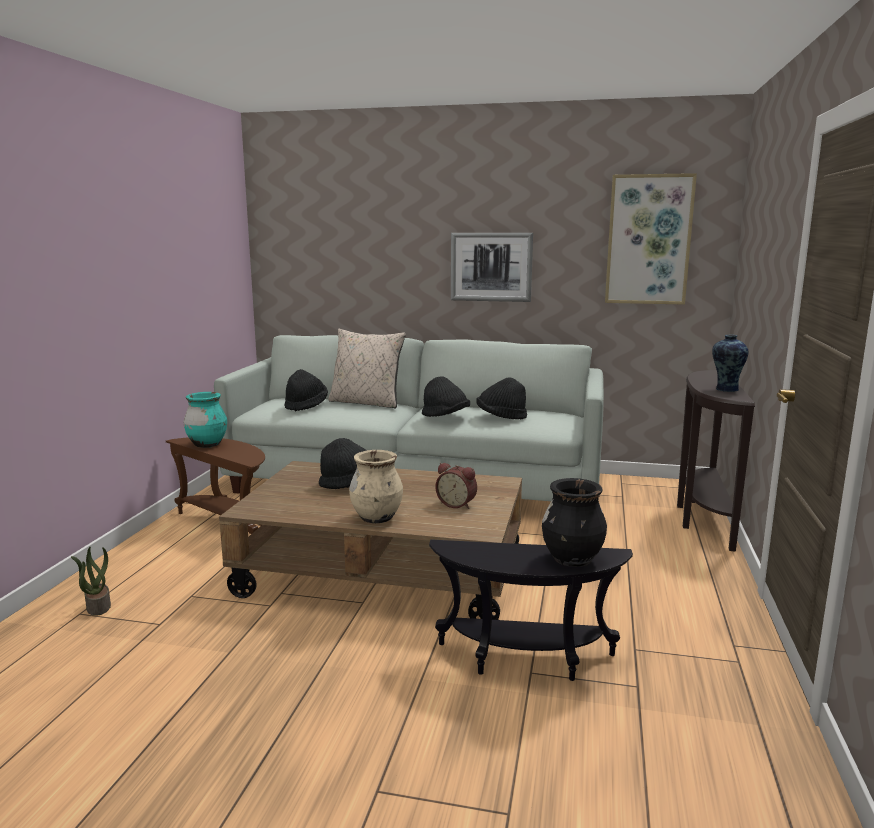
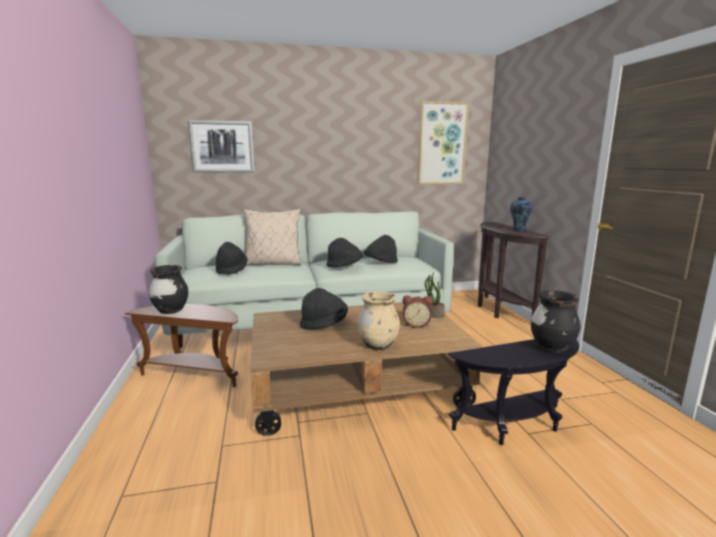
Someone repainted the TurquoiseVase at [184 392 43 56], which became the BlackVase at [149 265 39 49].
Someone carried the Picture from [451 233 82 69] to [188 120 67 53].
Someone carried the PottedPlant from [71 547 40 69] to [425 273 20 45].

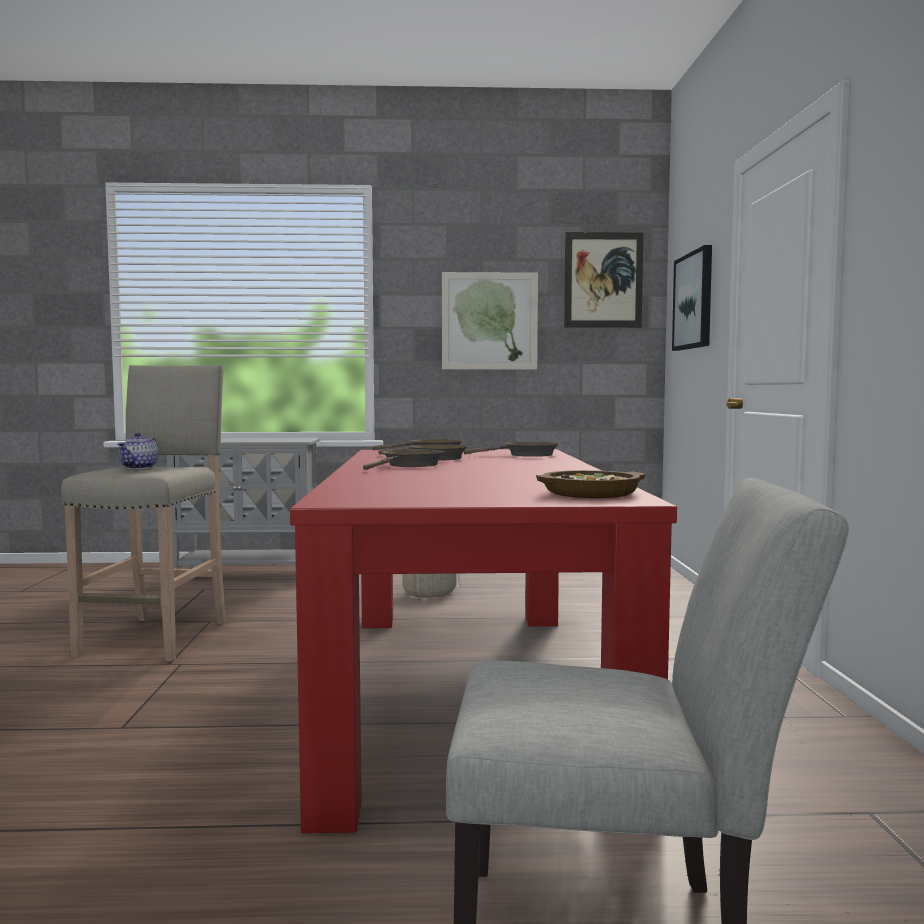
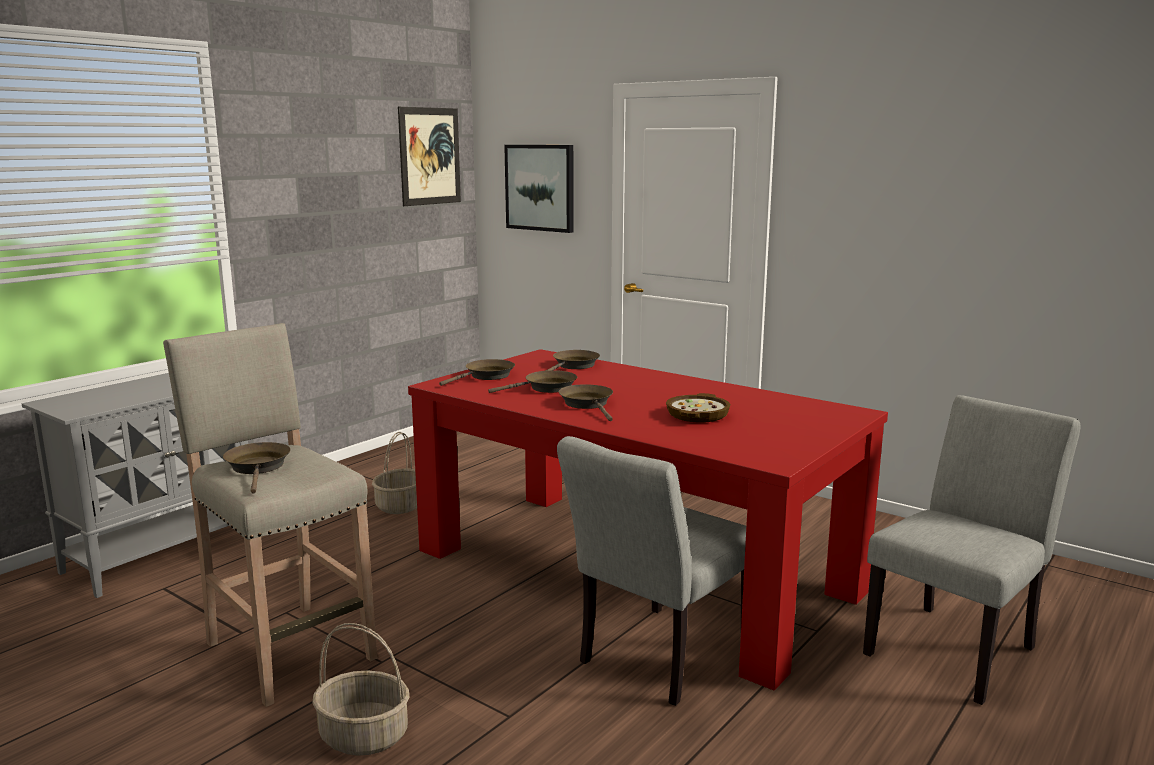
Someone swapped the Teapot at [117 432 41 37] for the BrownFryingPan at [223 442 68 52].
Someone put down the Basket at [312 623 97 133].
Someone put down the GreyChair at [557 436 189 270].
Someone carried the Bowl from [536 470 109 28] to [666 393 64 30].
Someone took away the Picture at [442 272 96 98].

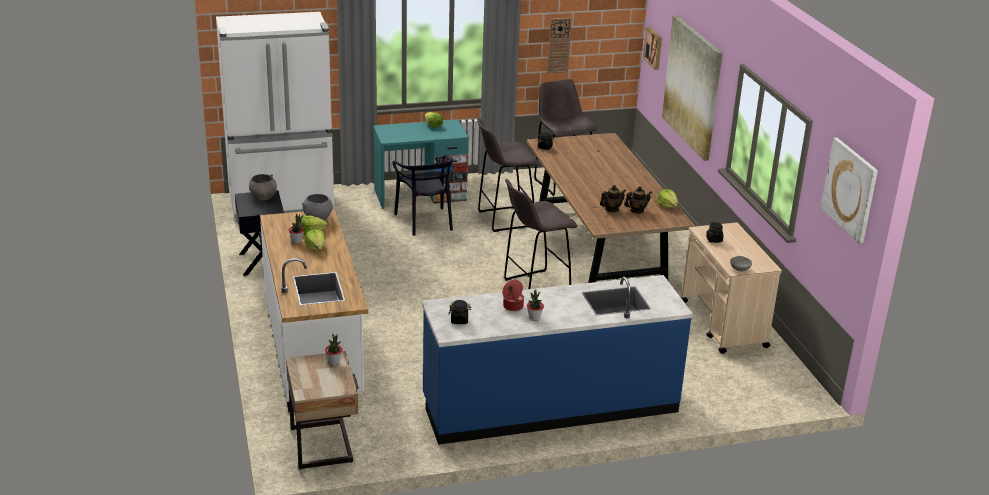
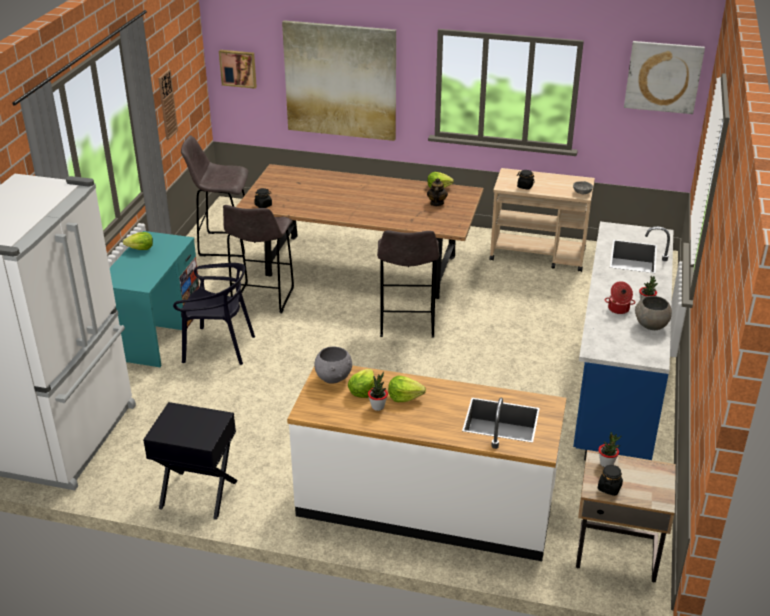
Someone carried the BlackJar from [449 300 22 24] to [598 464 25 32].
Someone carried the GreyBowl from [249 174 28 27] to [635 295 37 35].
Someone took away the Teapot at [600 185 26 27].

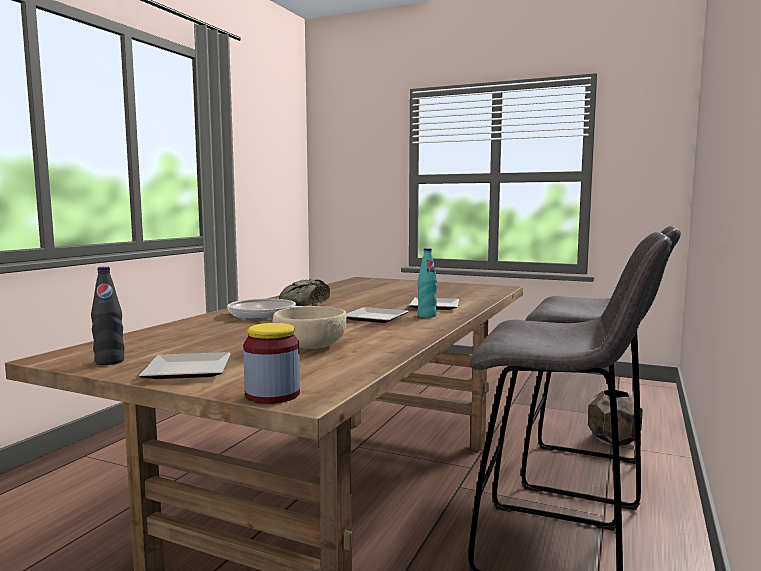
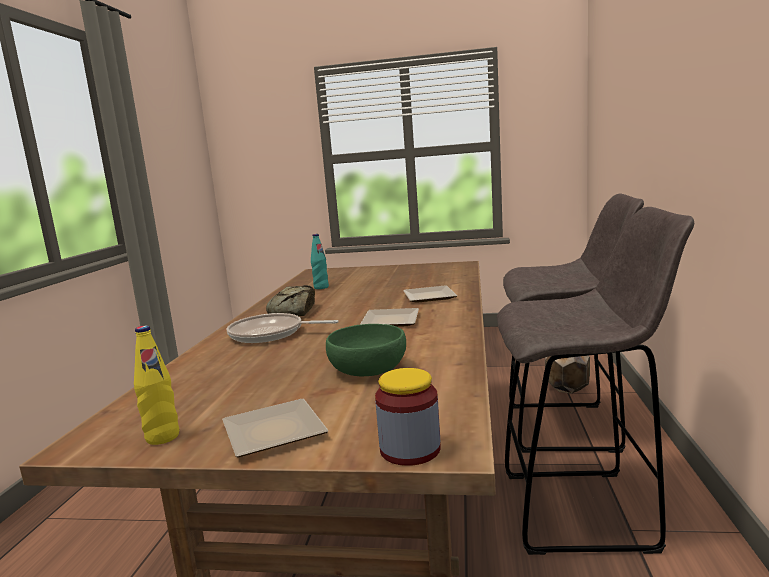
Someone repainted the BlackBottle at [91 266 34 99], which became the YellowBottle at [134 326 45 119].
Someone carried the TurquoiseBottle from [418 248 19 70] to [311 234 18 55].
Someone repainted the BeigeBowl at [273 306 74 43], which became the GreenBowl at [326 324 80 52].

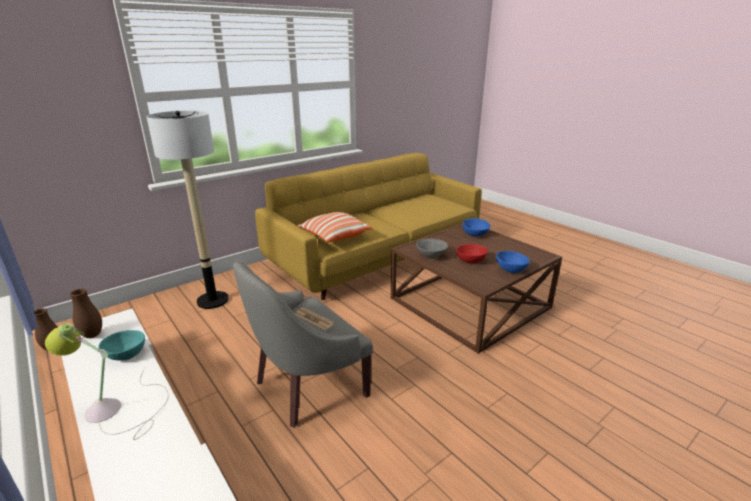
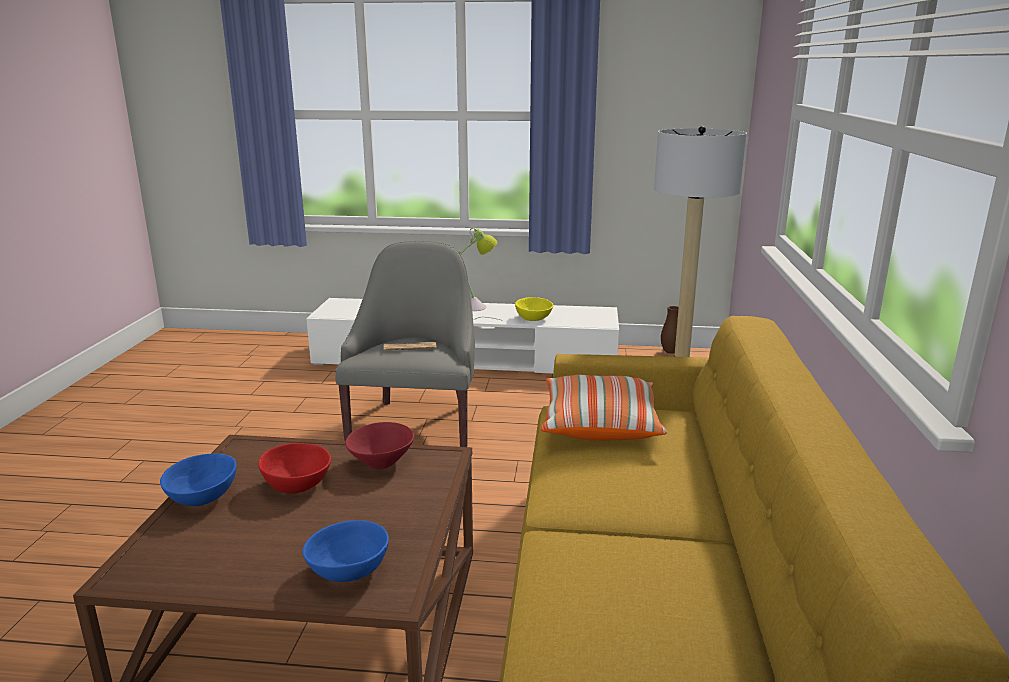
Someone repainted the GreyBowl at [416 238 32 21], which became the RedBowl at [345 422 69 47].
Someone repainted the TurquoiseBowl at [98 330 47 30], which became the YellowBowl at [515 297 38 24].
Someone took away the BrownVase at [70 289 32 49].

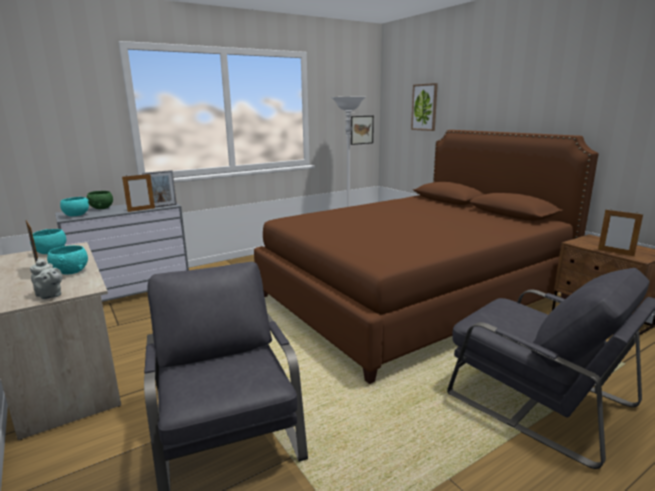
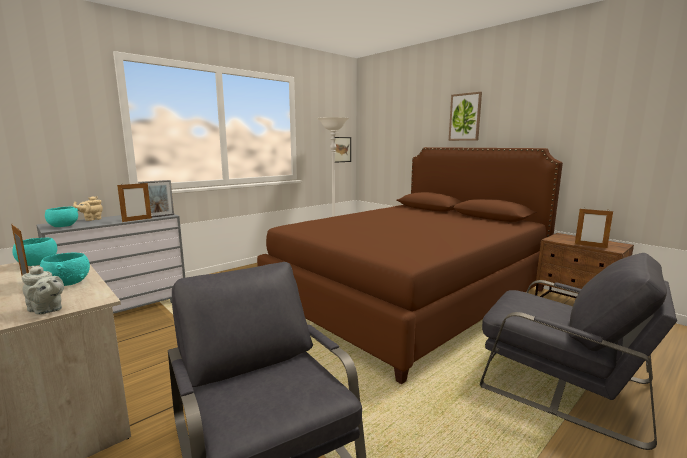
Someone swapped the GreenBowl at [87 191 26 18] for the BeigeTeapot at [73 196 30 25].
Someone carried the Picture from [411 83 27 48] to [449 92 33 49].

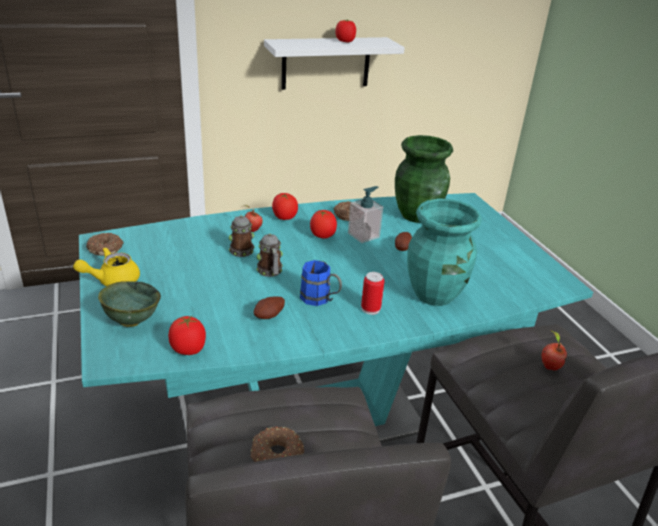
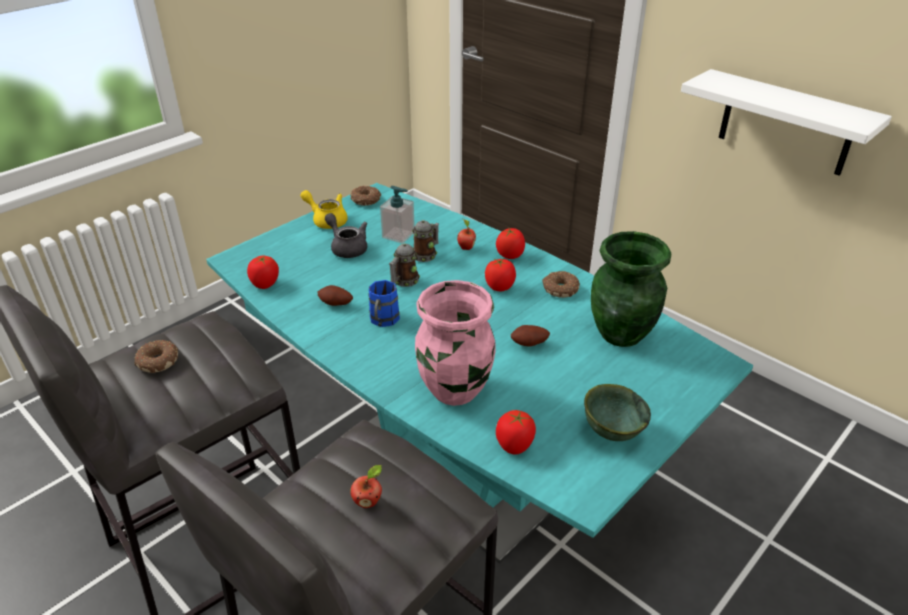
Someone put down the GreyTeapot at [325 213 42 45].
Someone carried the SoapDispenser from [348 186 35 57] to [380 186 35 58].
Someone repainted the TurquoiseVase at [407 198 75 108], which became the PinkVase at [415 280 81 126].
Someone carried the Tomato from [335 20 21 22] to [496 410 40 44].
Someone carried the GreenBowl from [98 281 63 46] to [584 384 67 57].
Someone took away the Can at [361 272 23 43].

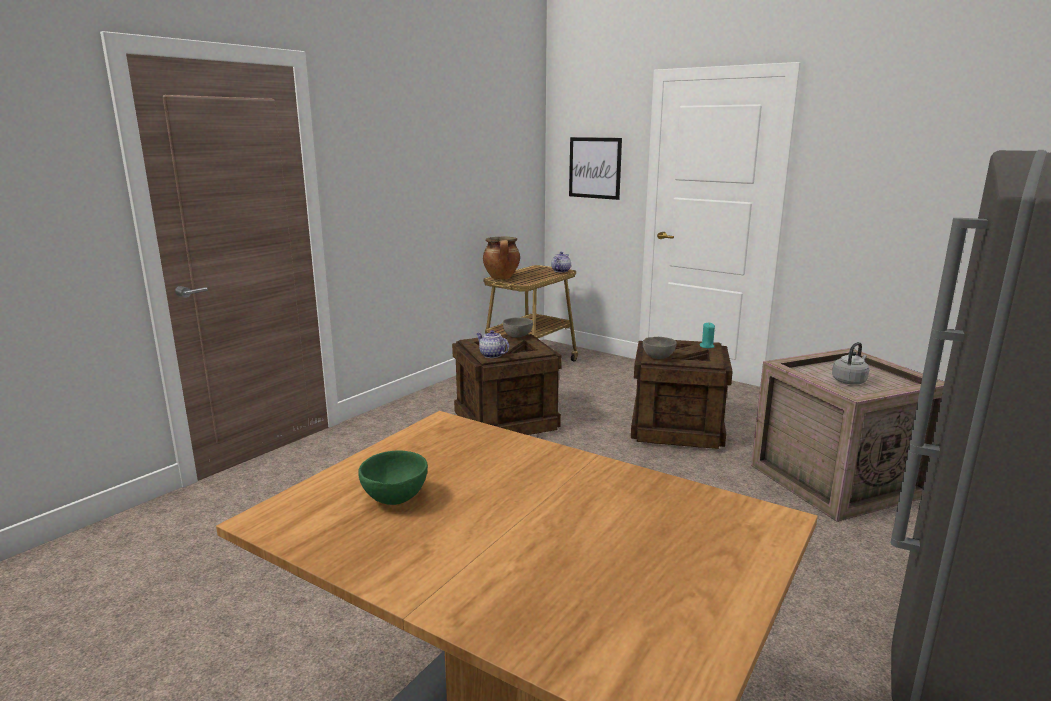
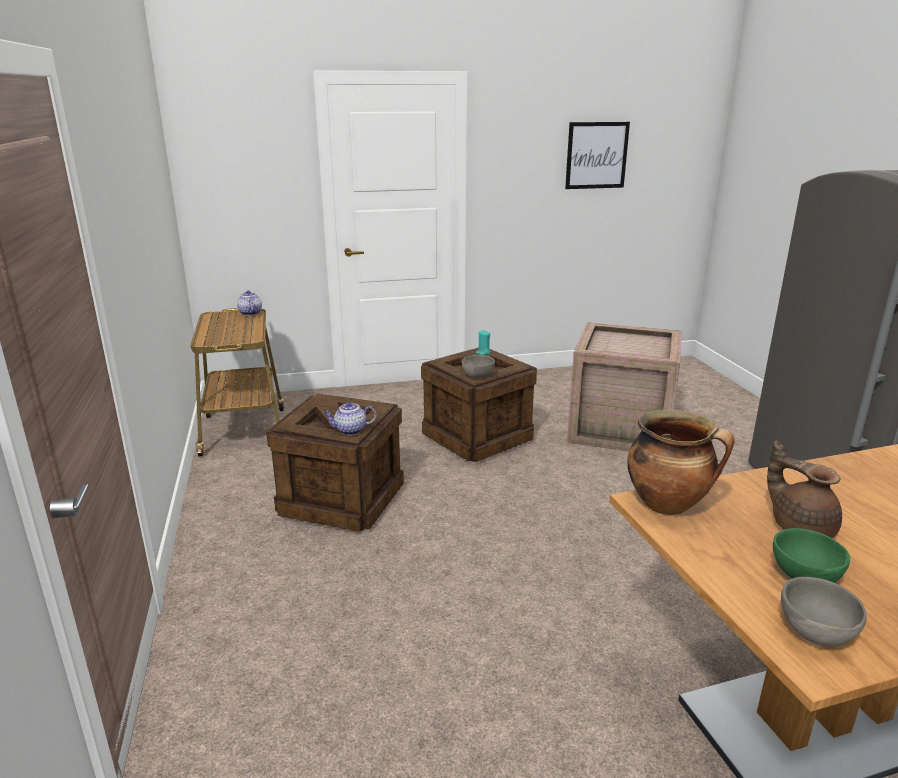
Someone carried the Picture from [569 137 53 63] to [565 122 65 67].
Someone carried the CookingPot from [483 237 37 43] to [627 409 107 106].
Someone put down the BrownTeapot at [767 440 75 98].
Someone carried the GreyBowl from [503 317 30 21] to [781 577 86 69].
Someone took away the GreyKettle at [832 342 38 42].

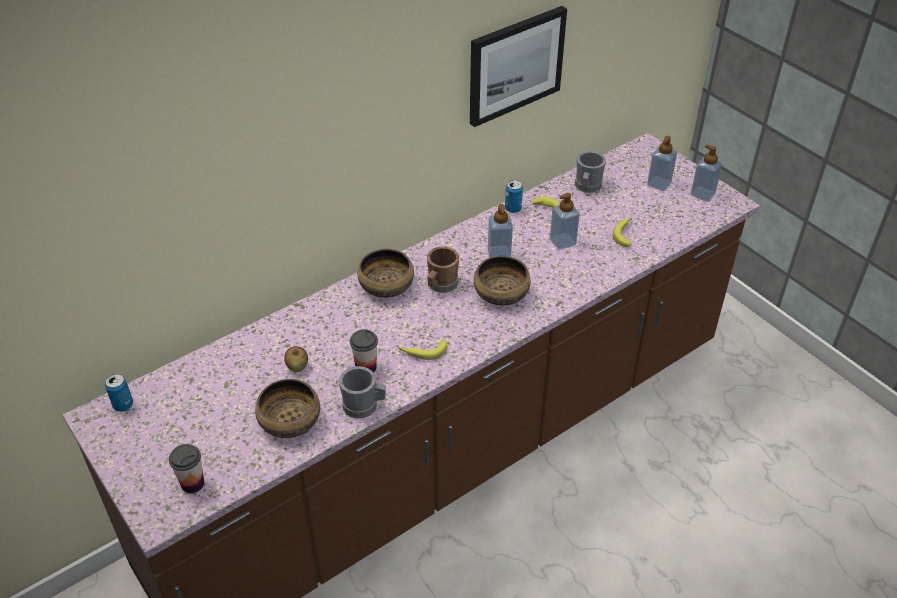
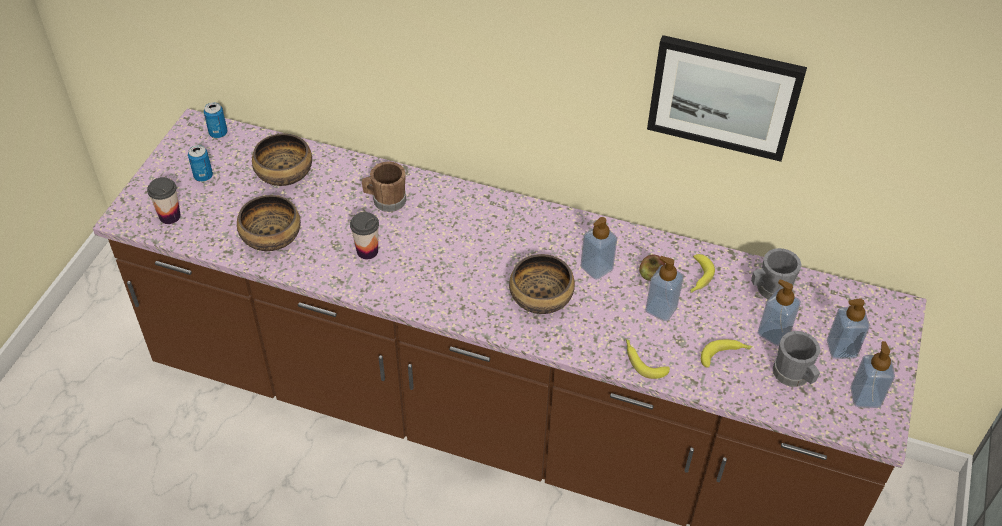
Someone carried the Can from [505 180 18 33] to [188 145 25 37].
Someone carried the Bowl from [358 249 56 49] to [252 133 60 53].
Someone carried the BrownMug from [427 246 32 47] to [362 161 44 51].
Someone carried the Banana from [398 339 49 21] to [626 339 44 40].
Someone carried the Apple from [284 346 24 26] to [639 255 26 26].
Someone put down the SoapDispenser at [758 279 43 67].
Someone carried the GreyMug from [339 366 47 53] to [773 331 47 56].

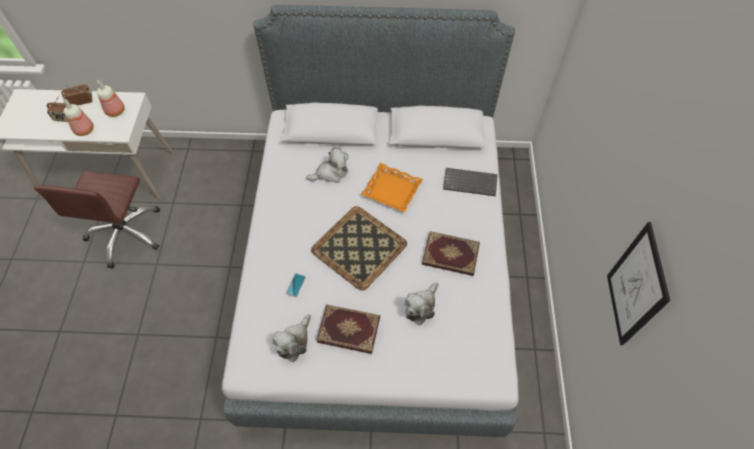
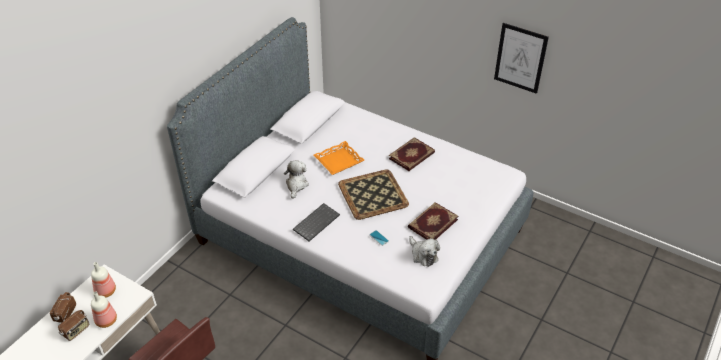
Someone carried the Keyboard from [443 168 55 28] to [293 203 47 38].
Someone took away the PlushToy at [405 282 34 43].

